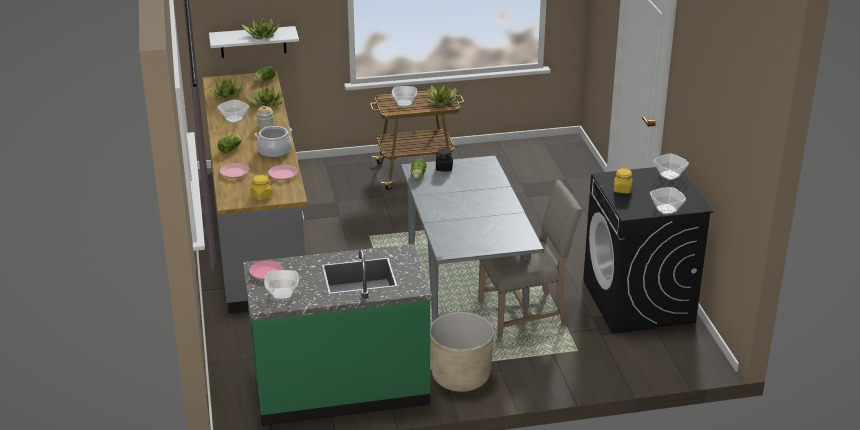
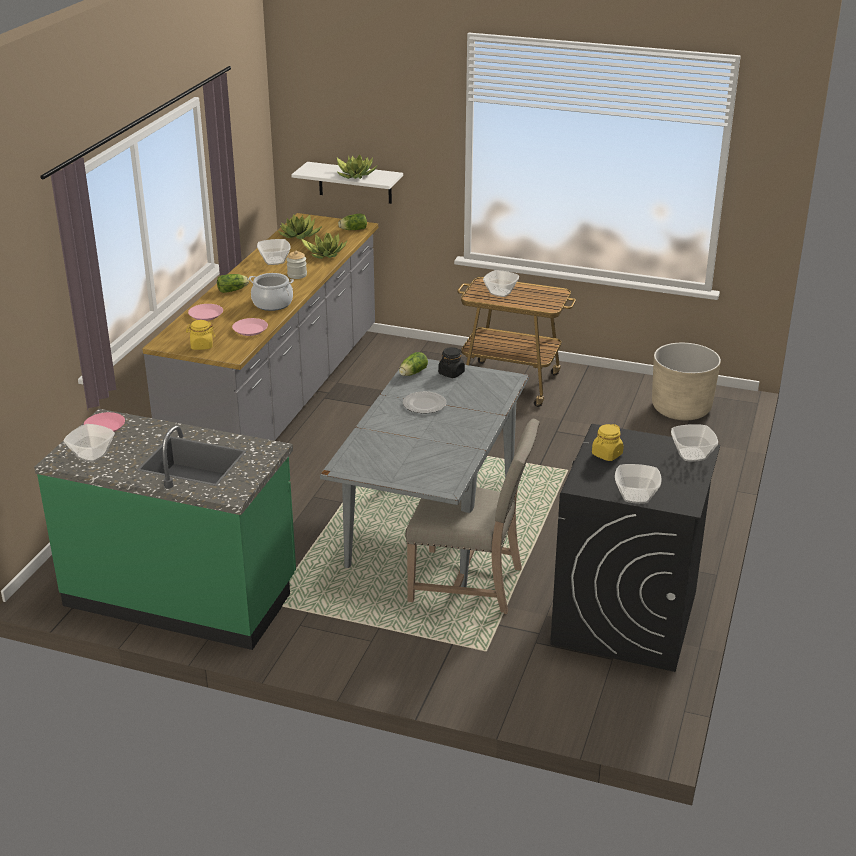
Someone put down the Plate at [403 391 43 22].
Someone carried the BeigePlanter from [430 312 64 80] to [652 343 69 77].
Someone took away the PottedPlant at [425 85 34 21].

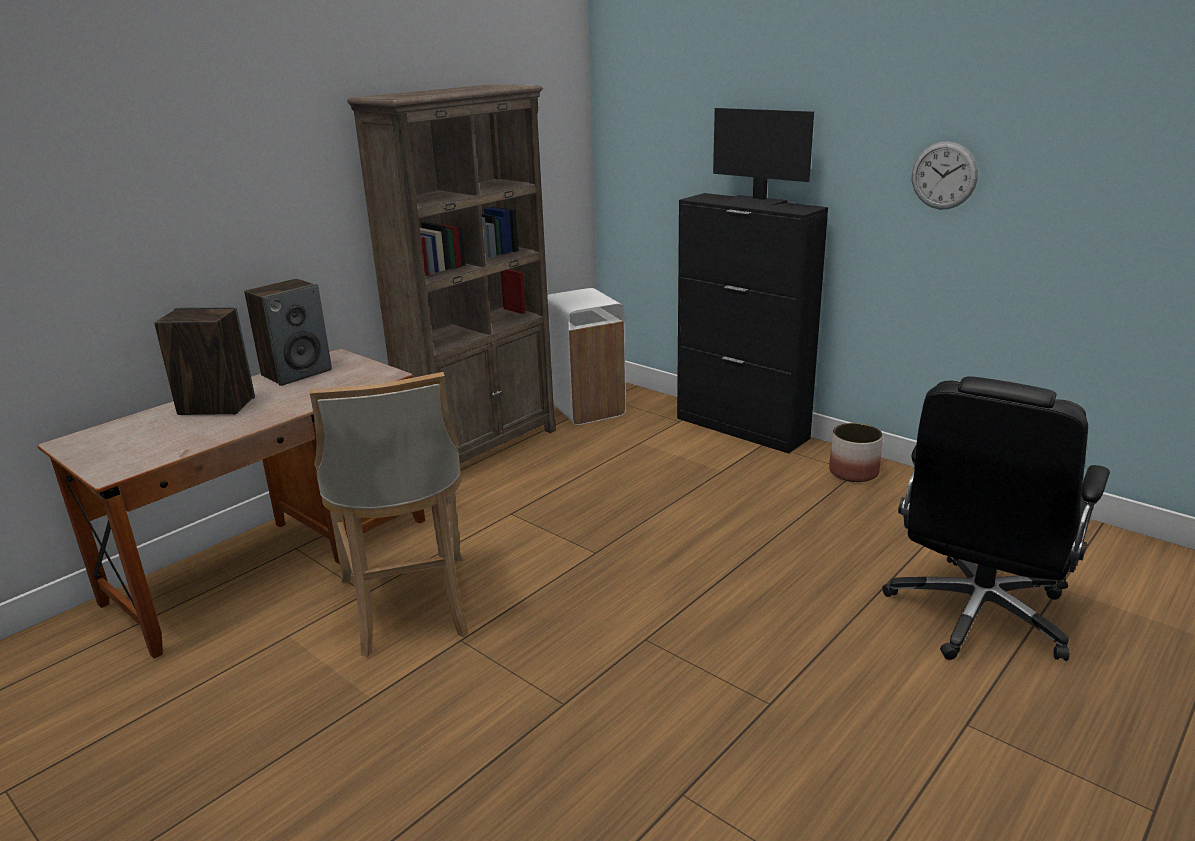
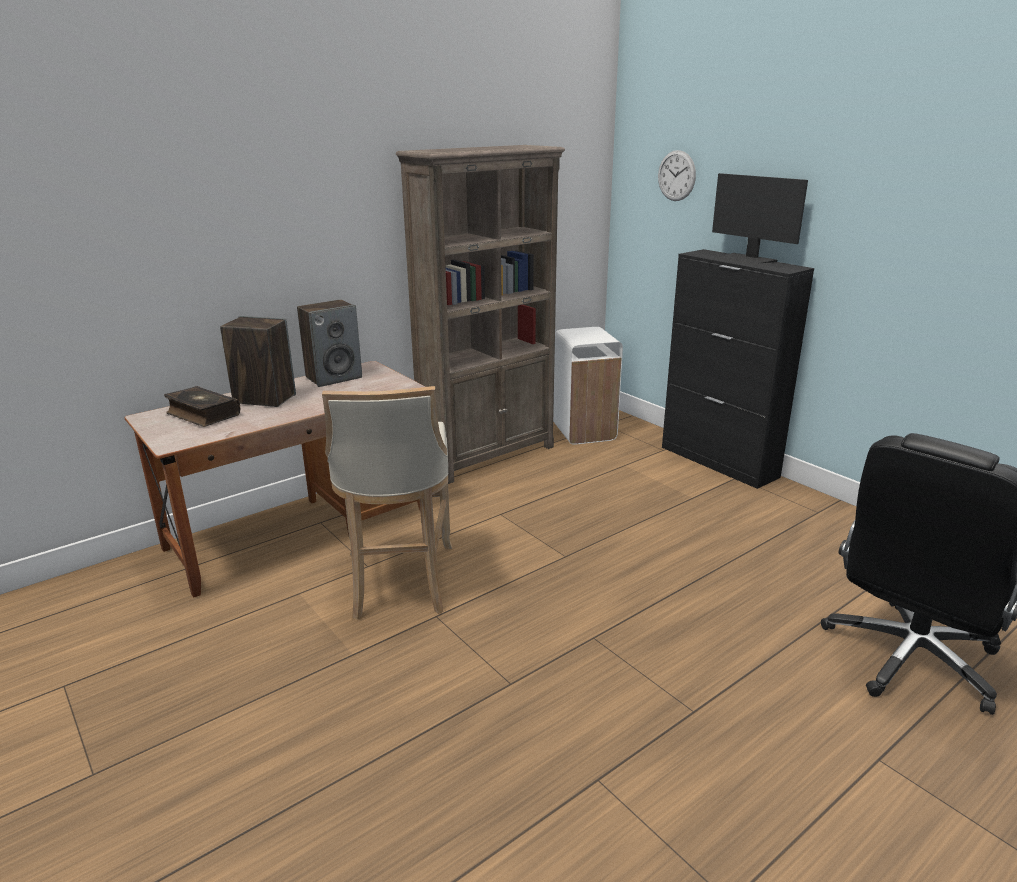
Someone put down the Book at [164 386 76 41].
Someone carried the WallClock from [912 141 66 68] to [658 150 38 51].
Someone took away the Planter at [829 423 54 59].

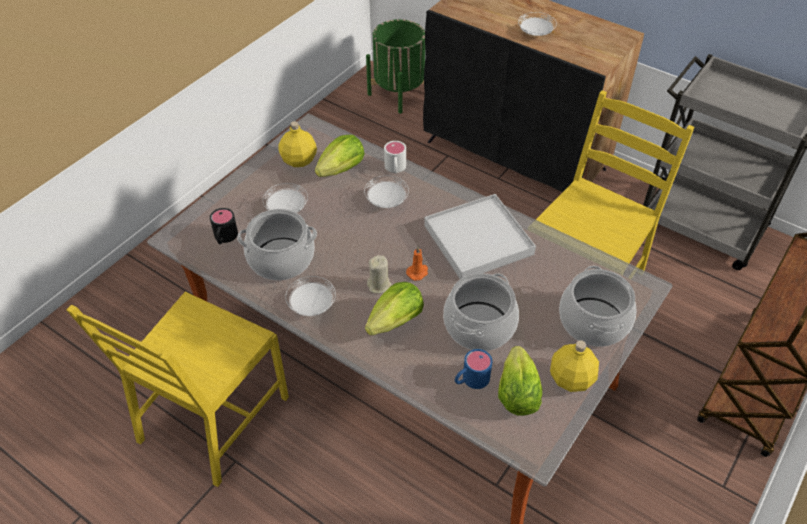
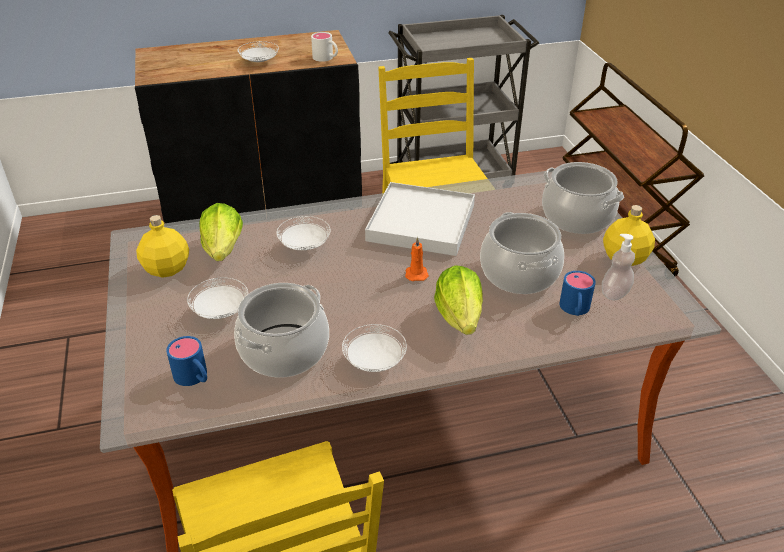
Someone repainted the BlackMug at [210 208 28 36], which became the BlueMug at [166 336 41 50].
Someone carried the WhiteMug from [384 141 22 33] to [311 32 27 30].
Someone swapped the Lettuce at [498 346 44 70] for the SoapDispenser at [602 234 33 66].
Someone took away the GreenPlanter at [366 19 59 95].
Someone took away the BeigeCandle at [367 255 25 39].

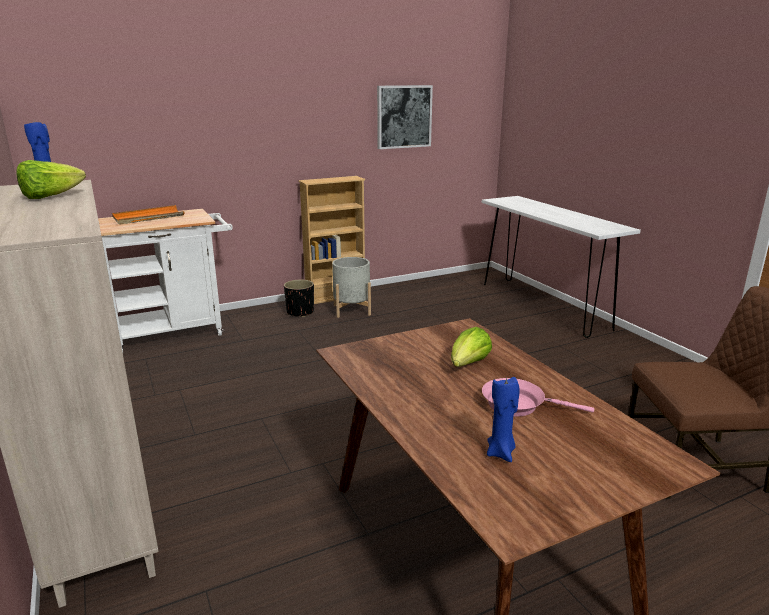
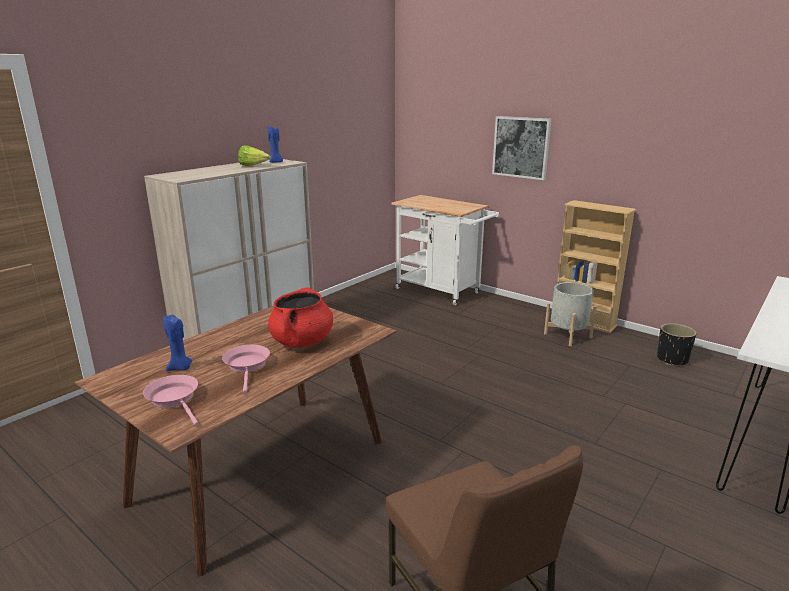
Someone put down the PinkFryingPan at [143 375 56 51].
Someone swapped the Lettuce at [451 327 41 40] for the RedCookingPot at [268 287 65 60].
Someone carried the Picture from [377 85 56 64] to [492 116 59 64].
Someone carried the BlackPlanter from [284 279 30 38] to [657 323 39 42].
Someone took away the OrangeTray at [112 205 72 19].

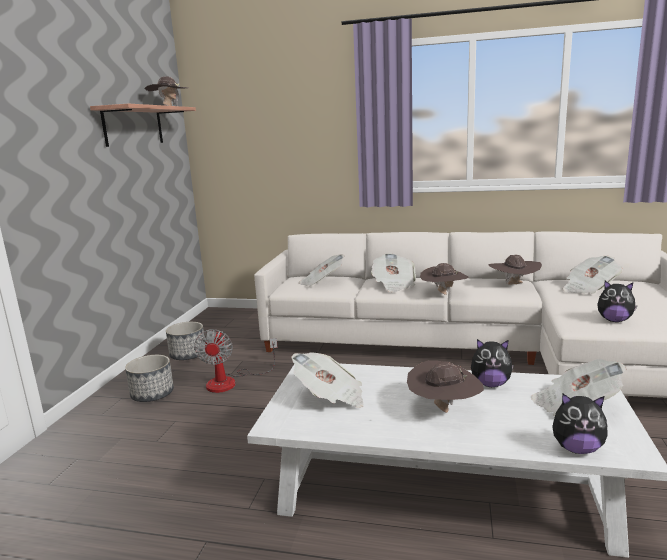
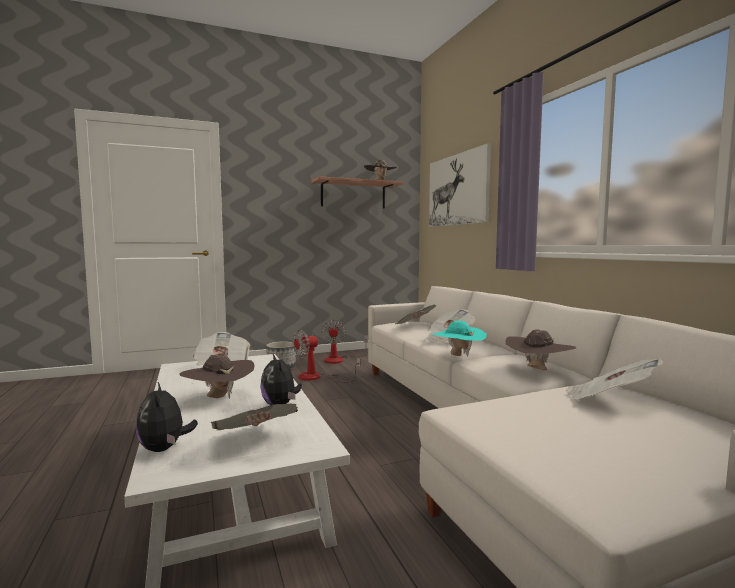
Someone swapped the Planter at [166 322 39 38] for the Fan at [321 320 47 44].
Someone put up the Picture at [429 143 62 84].
Someone repainted the BrownHat at [420 263 48 32], which became the TurquoiseHat at [432 321 55 36].
Someone took away the PlushToy at [597 281 41 41].

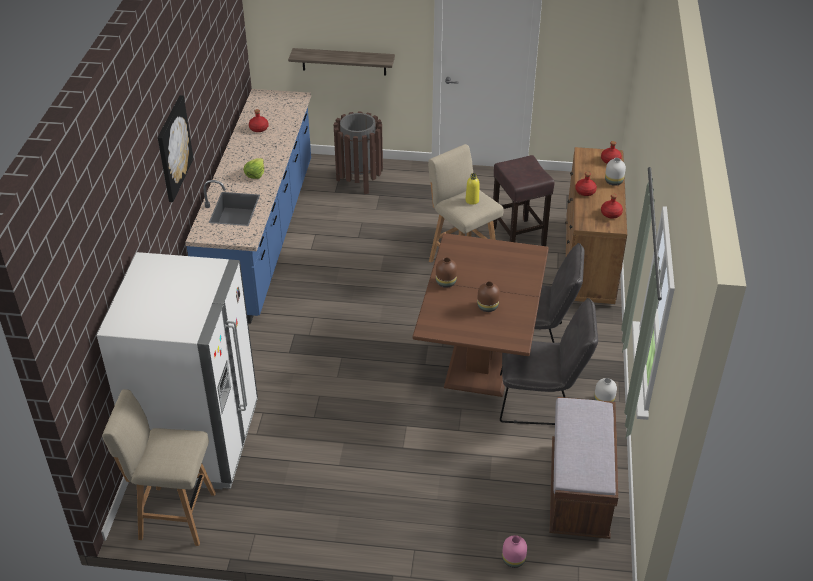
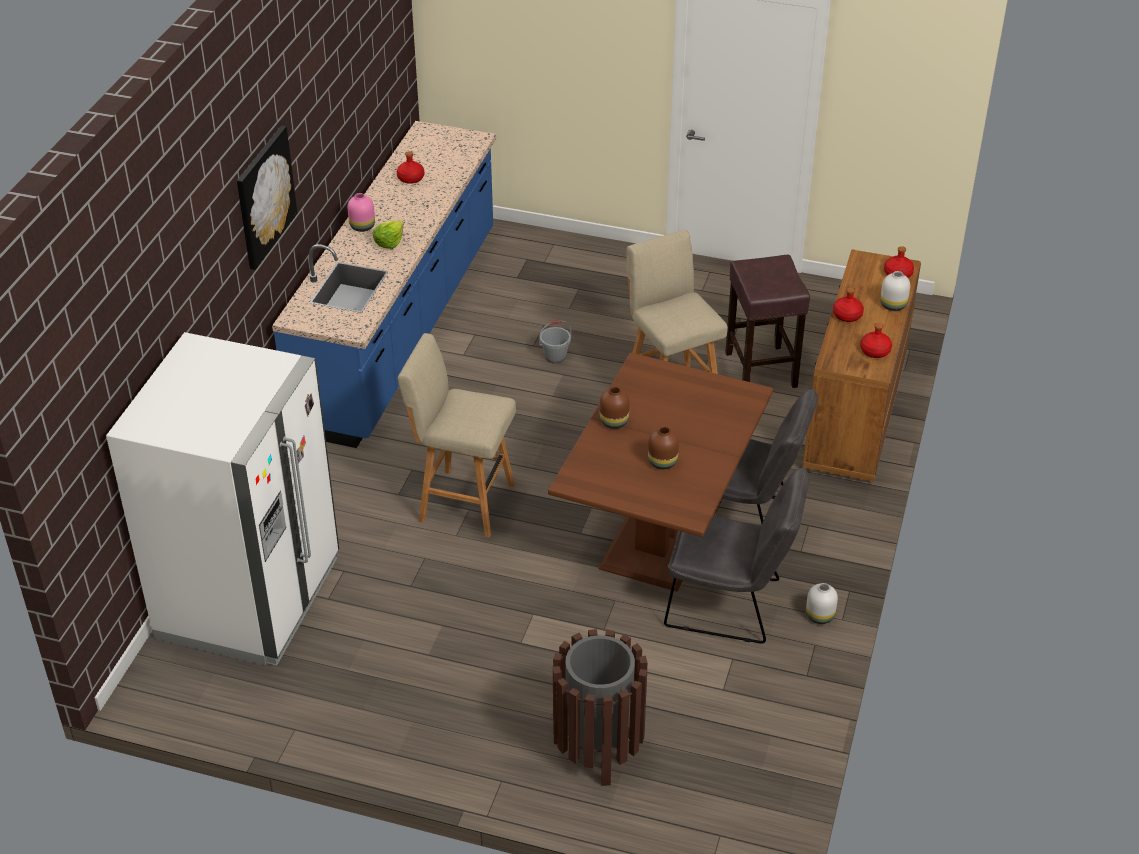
Someone carried the PinkVase from [502 535 25 33] to [347 193 28 39].
Someone carried the BeigeStool from [102 389 114 157] to [398 333 118 204].
Someone put down the GreyBucket at [539 320 32 44].
Someone carried the BrownTrashCan from [334 112 49 82] to [553 629 94 157].
Someone took away the Shelf at [288 48 107 28].
Someone took away the YellowBottle at [465 173 14 32].
Someone took away the BrownBench at [550 397 68 142].

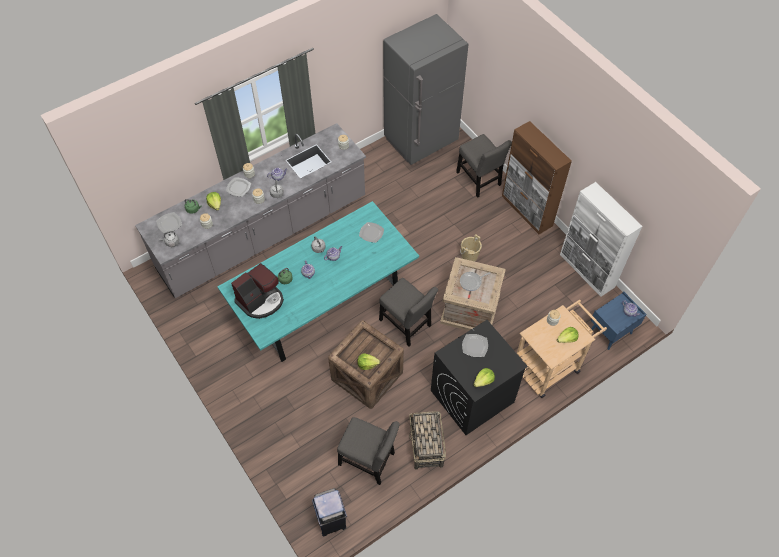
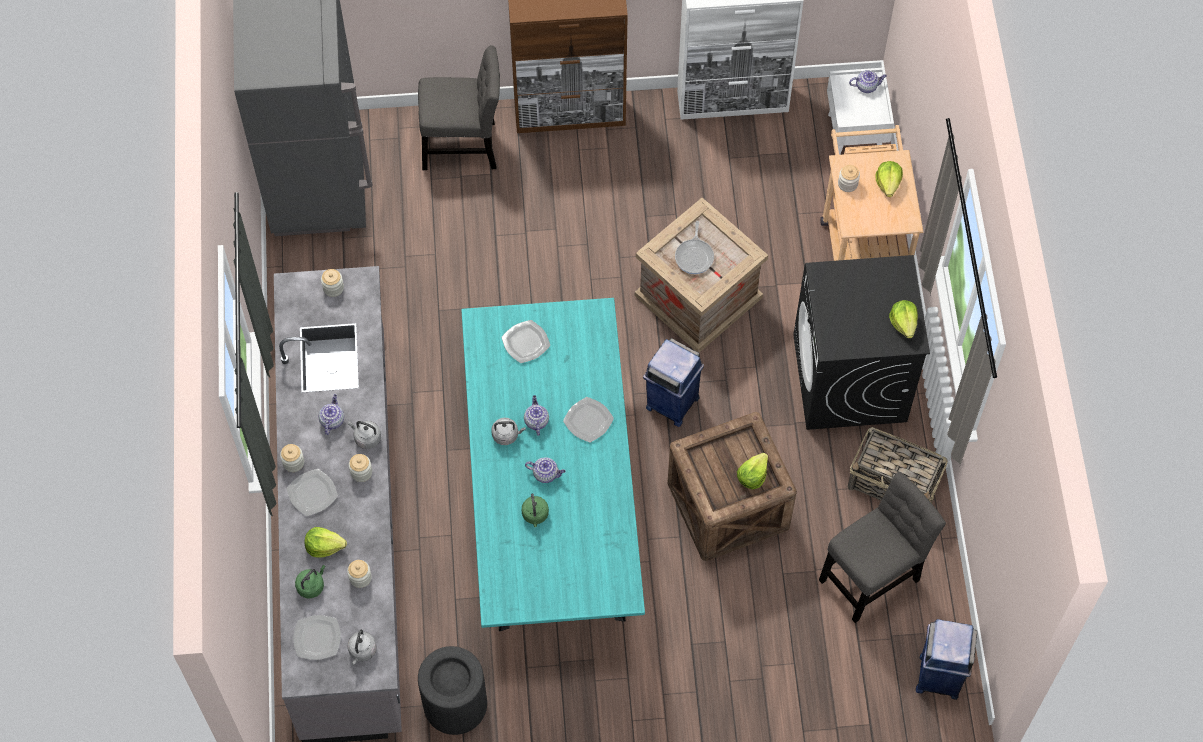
Someone put down the BlackTrashCan at [418 646 69 89].
Someone carried the Plate from [462 334 26 23] to [563 397 51 45].
Someone swapped the GreyChair at [379 278 59 69] for the BlueTrashCan at [643 338 61 89].
Someone repainted the BlueNightstand at [590 291 56 59], which became the WhiteNightstand at [827 67 67 88].
Someone took away the CoffeeMachine at [231 263 53 56].
Someone took away the BeigeBucket at [460 234 22 28].

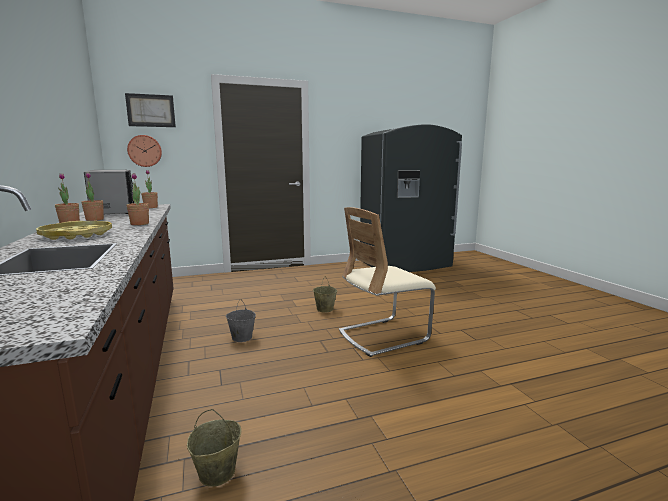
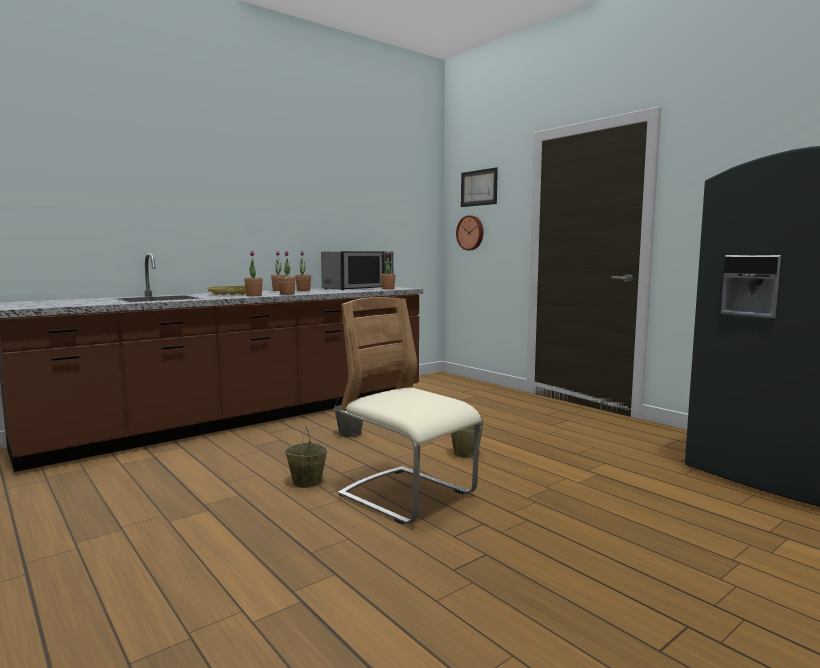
Someone put down the PottedPlant at [244 251 19 45].
Someone carried the BeigeBucket from [187 409 54 78] to [284 426 44 62].

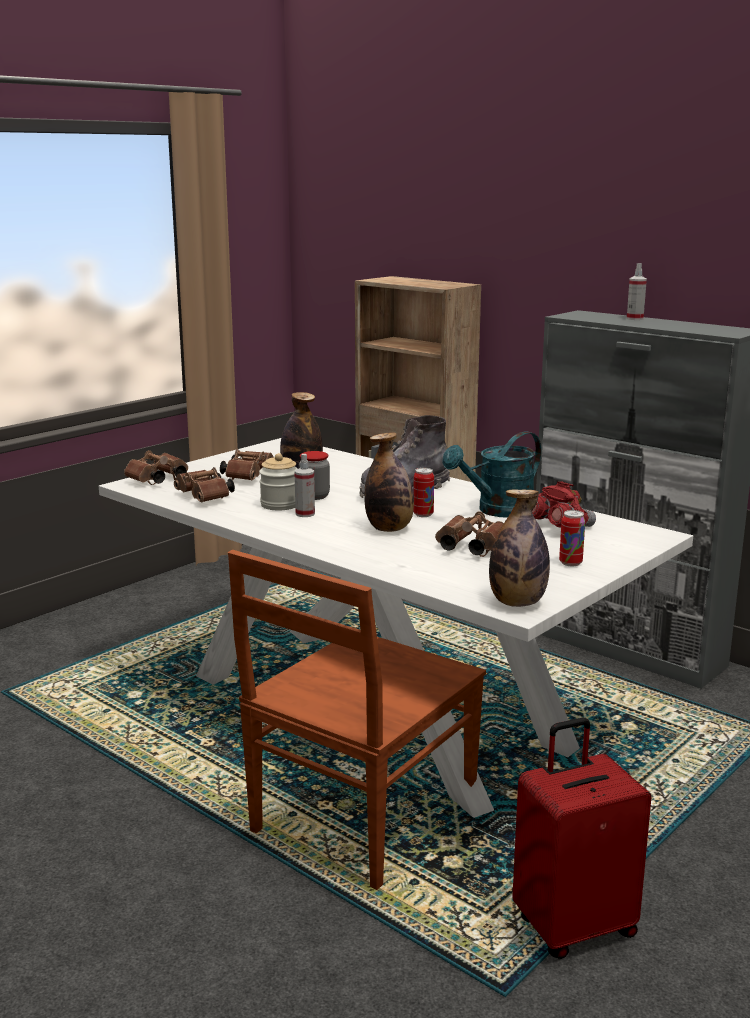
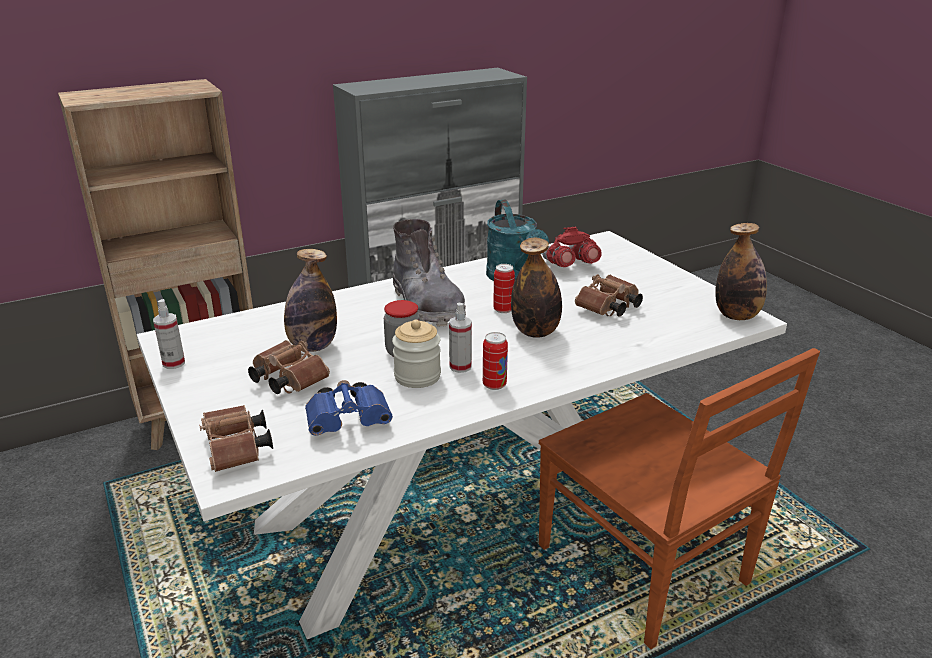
Someone carried the SprayBottle from [627 263 20 57] to [153 299 32 70].
Someone repainted the BrownBinoculars at [174 467 61 35], which became the BlueBinoculars at [305 380 88 56].
Someone carried the Can from [559 510 26 56] to [483 332 25 58].
Someone took away the RedSuitcase at [512 718 140 241].

